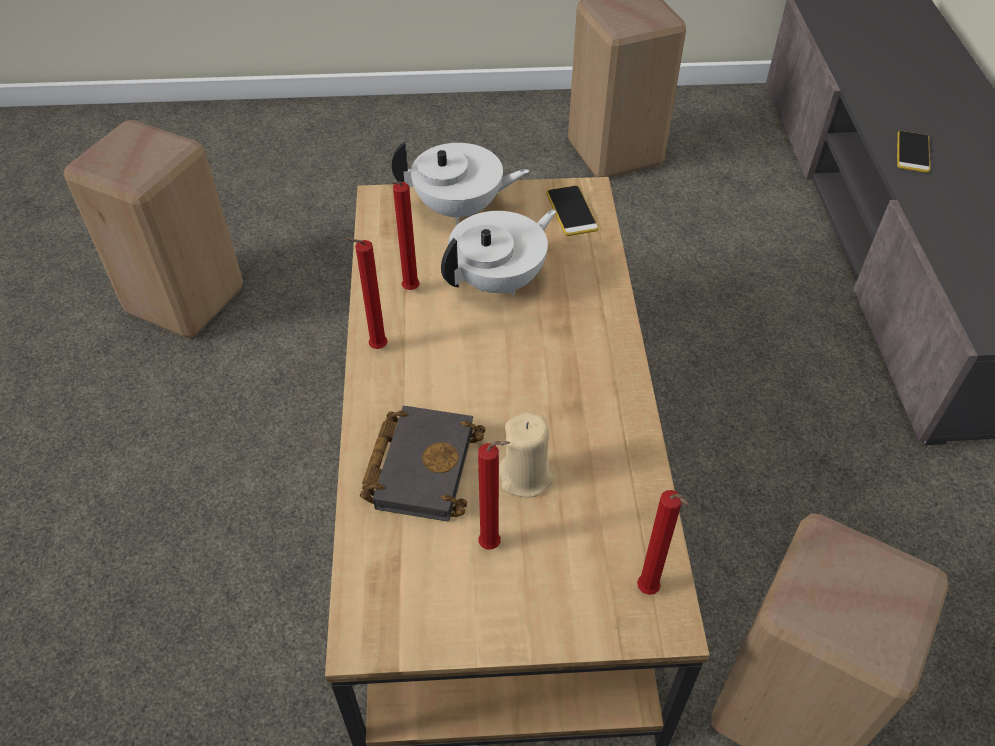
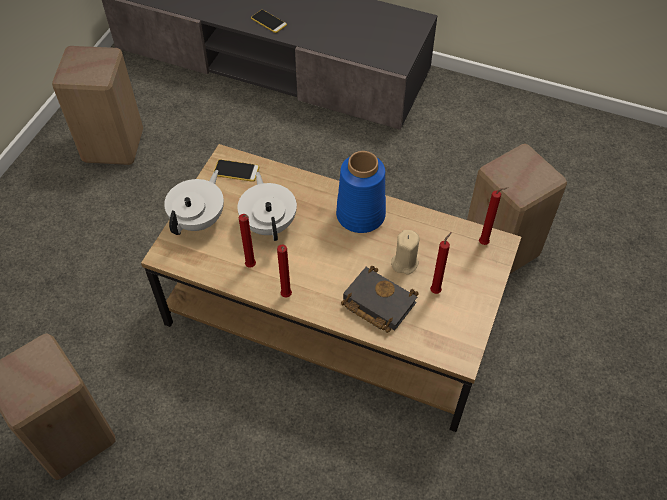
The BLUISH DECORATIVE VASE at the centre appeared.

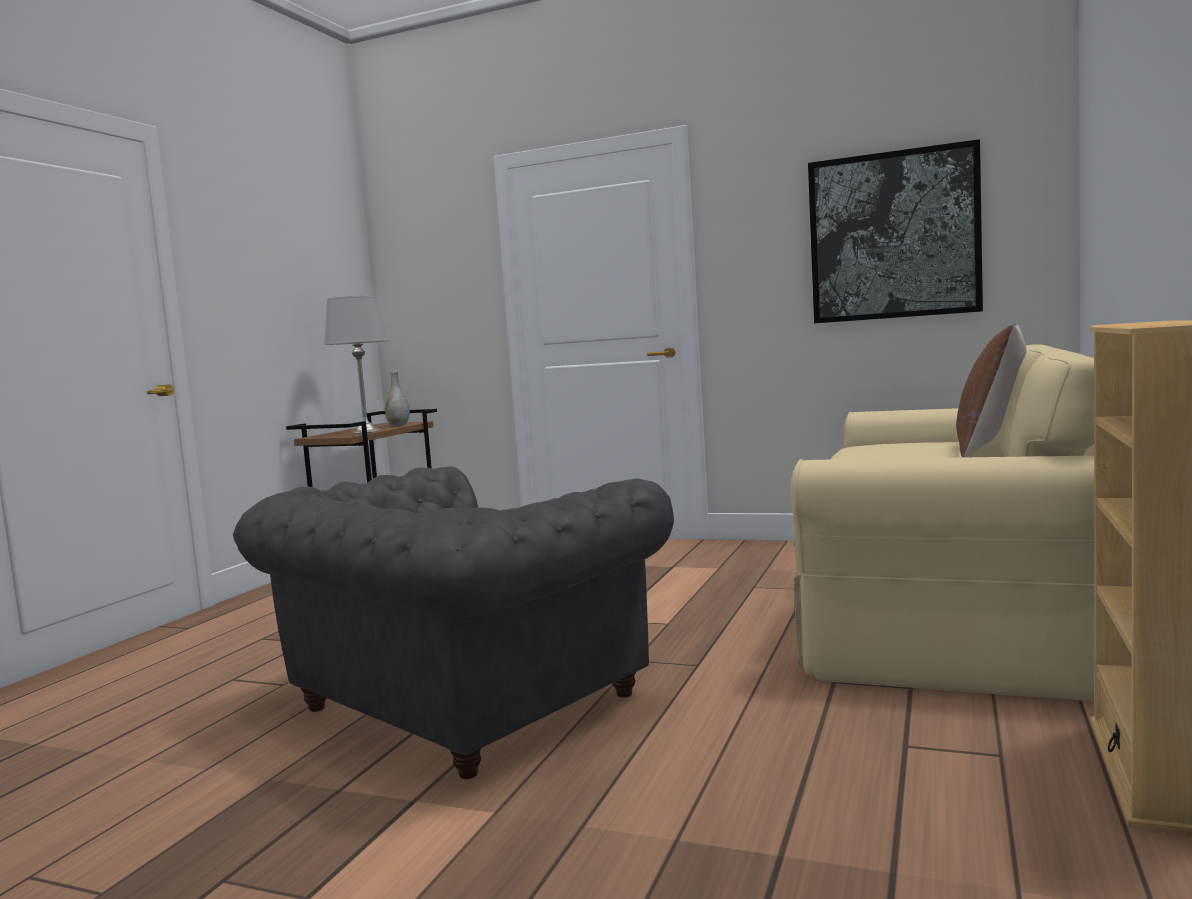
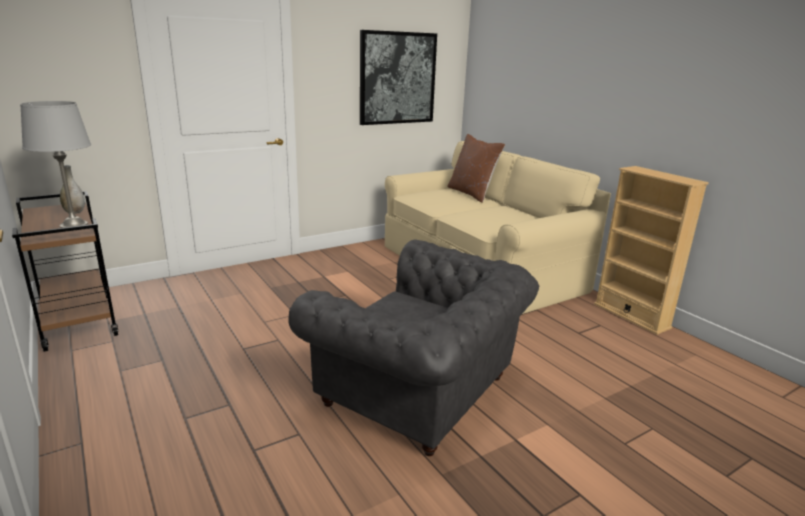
The GREYISH EASY CHAIR at the bottom centre turned 45 degrees counterclockwise.

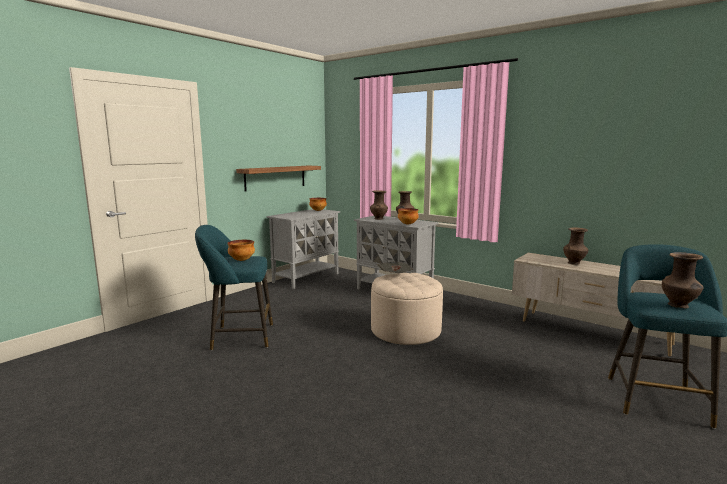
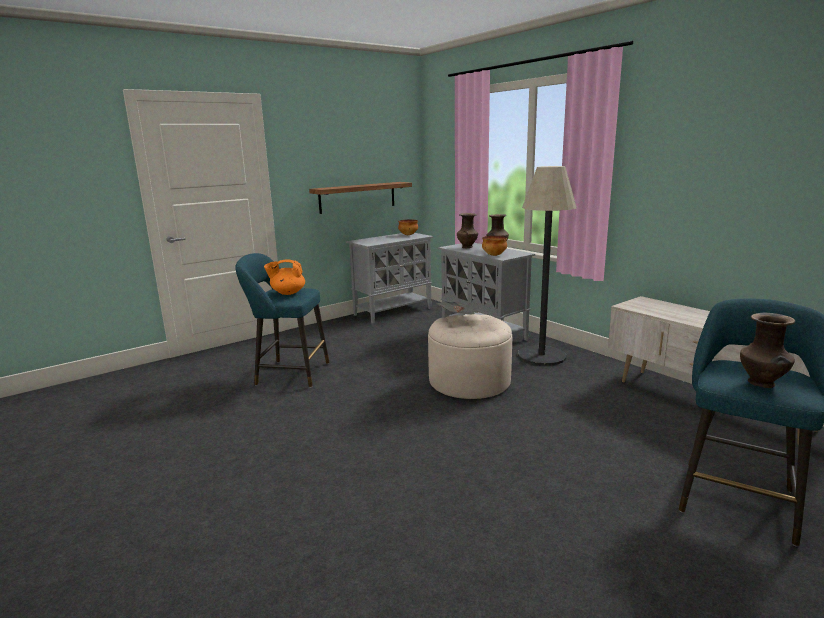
The BROWNISH DECORATIVE VASE (no. 3 from left) at the middle right disappeared.
The DEEP DISH (no. 1 from left) at the middle left was replaced by the ORANGEY POT FOR TEA at the centre.
The FLOOR LAMP at the centre appeared.

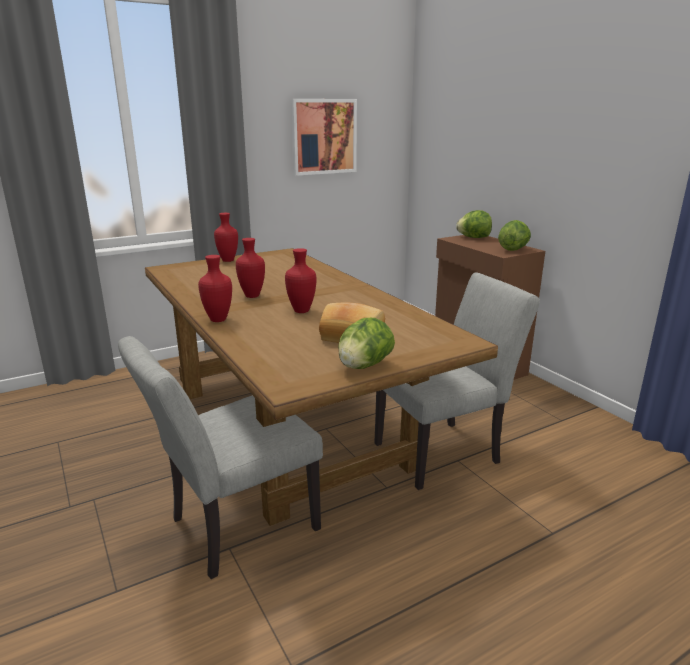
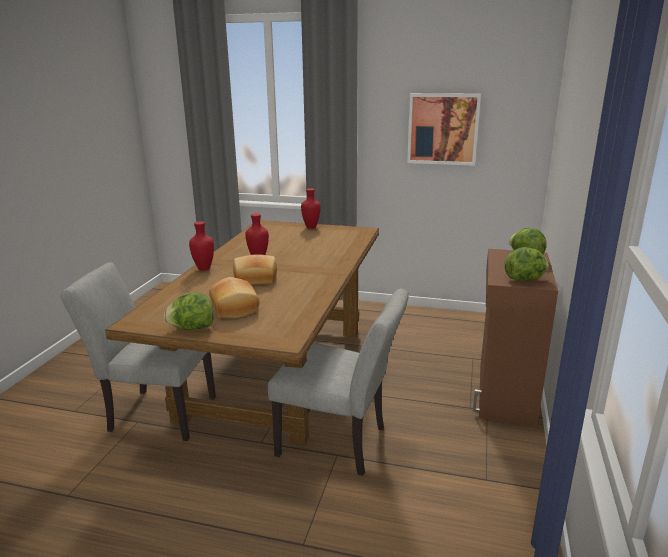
The REDDISH DECORATIVE VASE (no. 4 from left) at the centre was replaced by the BREAD (no. 2 from left) at the centre.

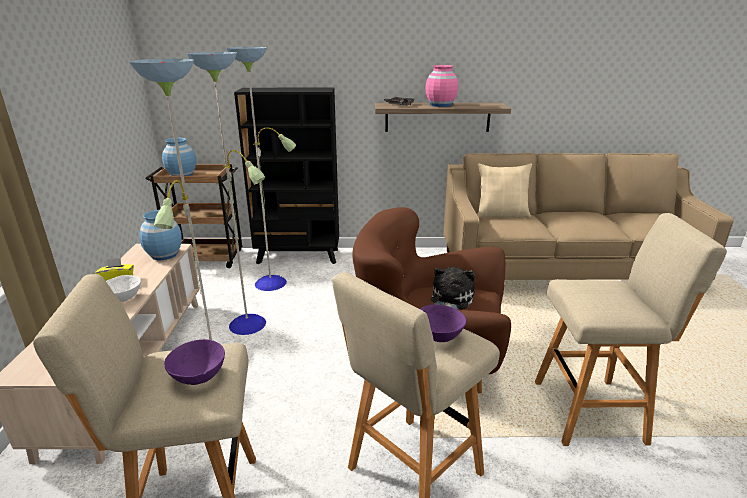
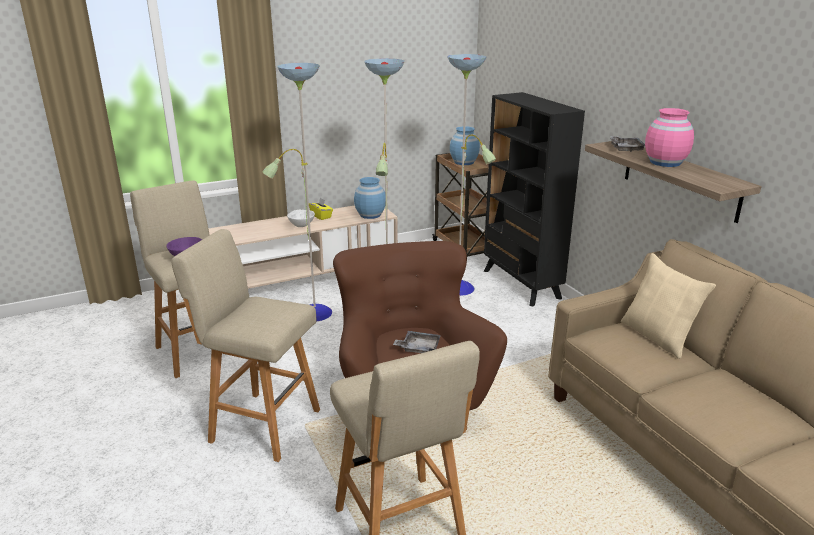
The SOFT TOY at the centre was replaced by the GREYISH CARRYING TRAY (no. 1 from left) at the centre.
The PURPLISH DEEP DISH (no. 2 from left) at the centre disappeared.

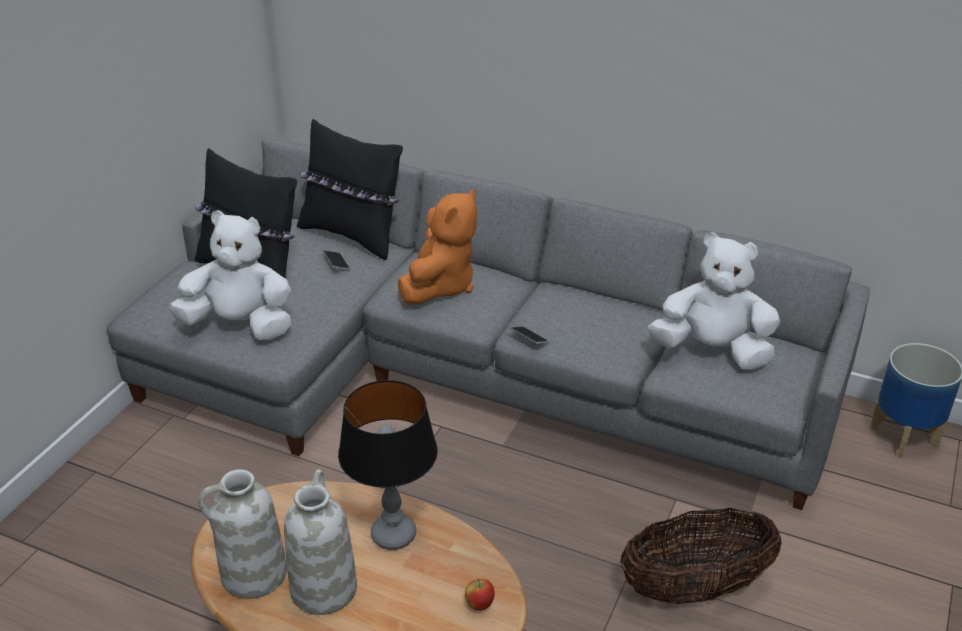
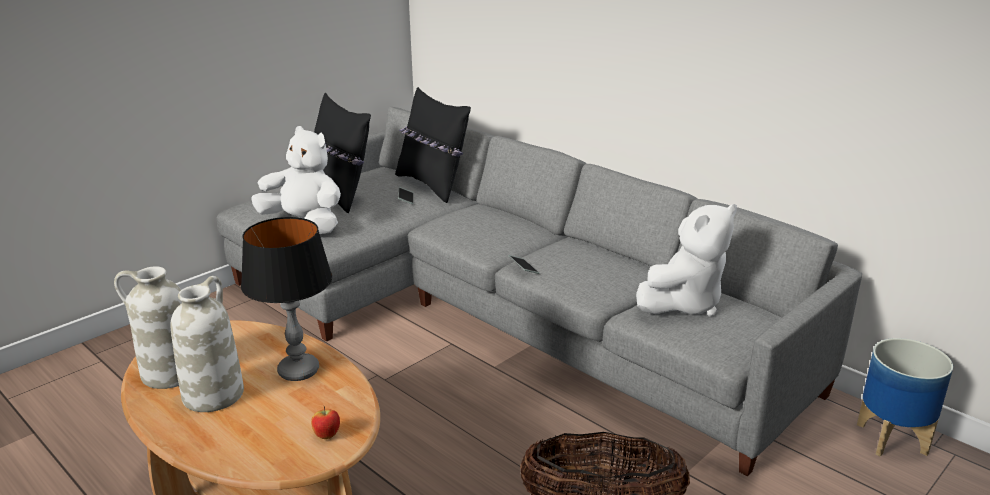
The ORANGEY SOFT TOY at the centre disappeared.
The WHITE SOFT TOY (no. 2 from left) at the middle right turned 105 degrees clockwise.

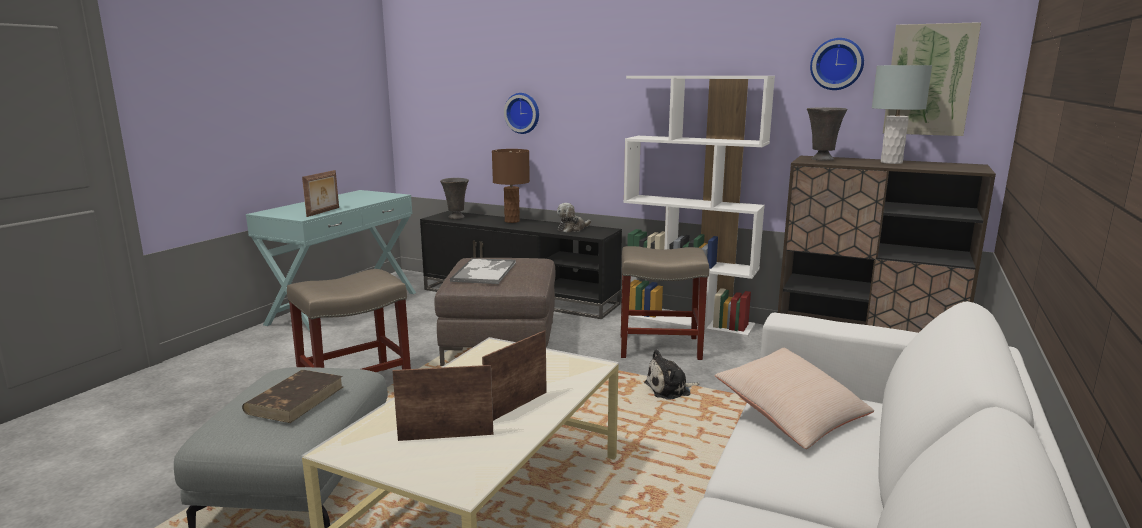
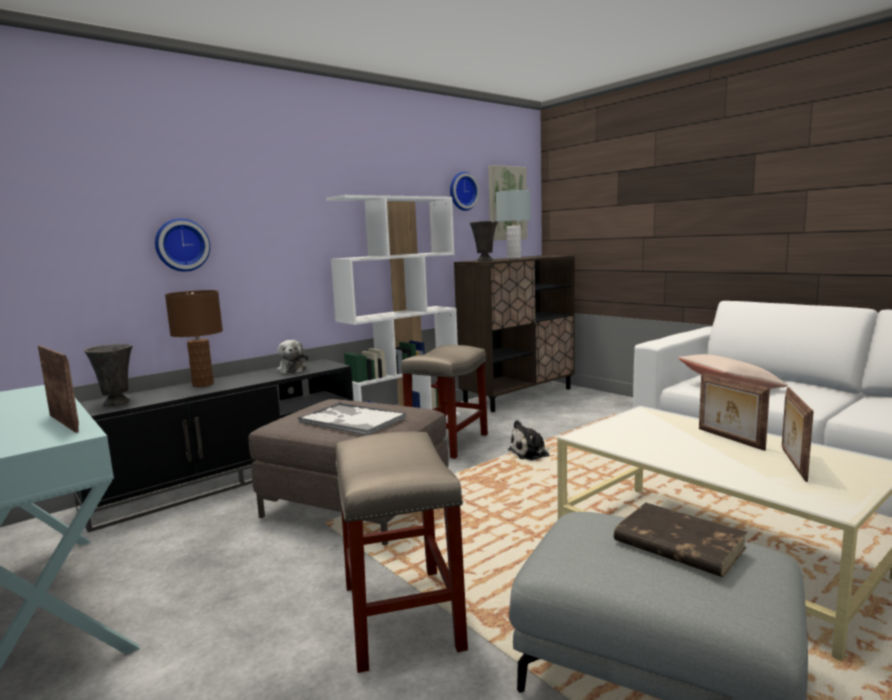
The SOFT TOY (no. 2 from left) at the bottom centre turned 60 degrees clockwise.

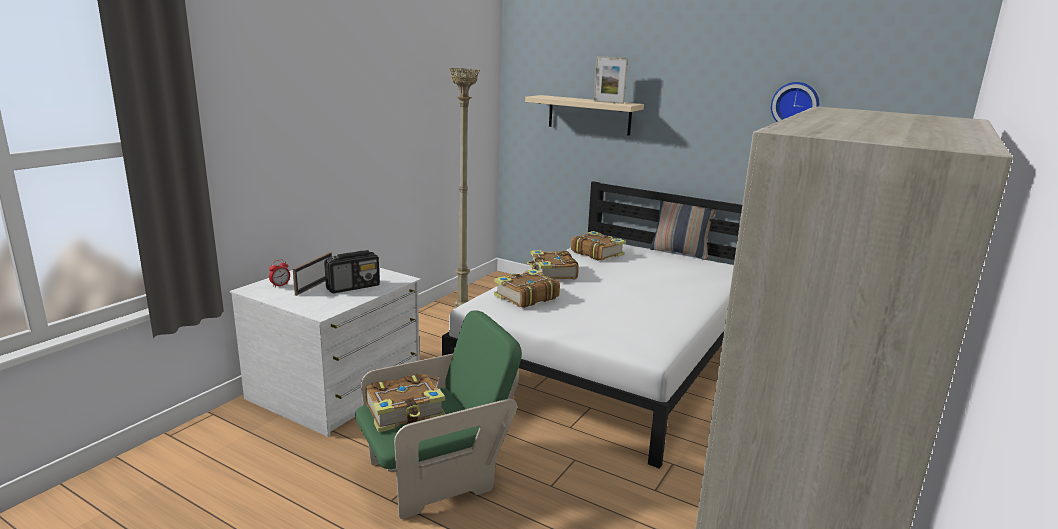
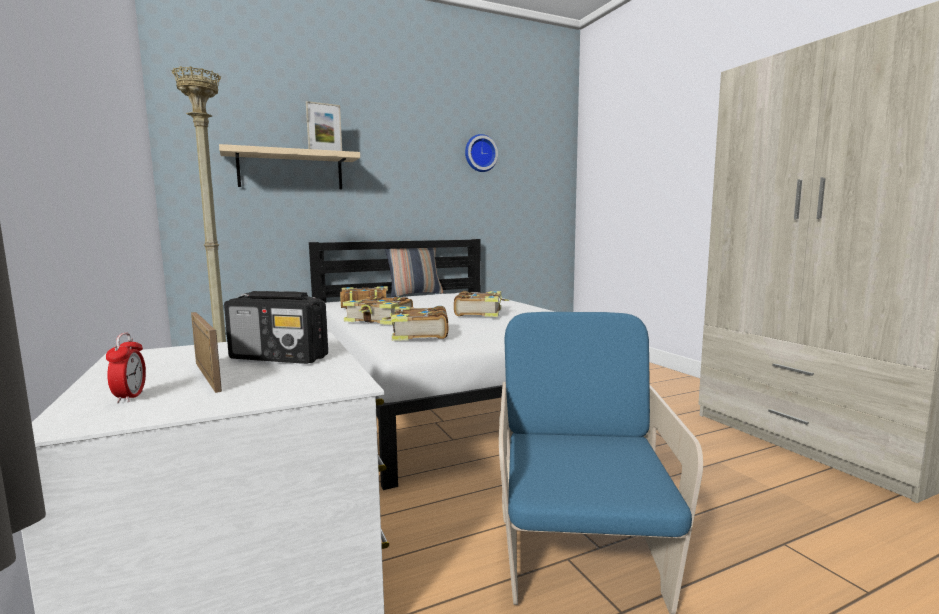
The RADIO SET at the middle left turned 105 degrees clockwise.
The GREEN EASY CHAIR at the bottom centre became the BLUISH EASY CHAIR at the bottom centre.
The BOUND BOOK (no. 1 from left in the first image) moved from the bottom centre to the centre.

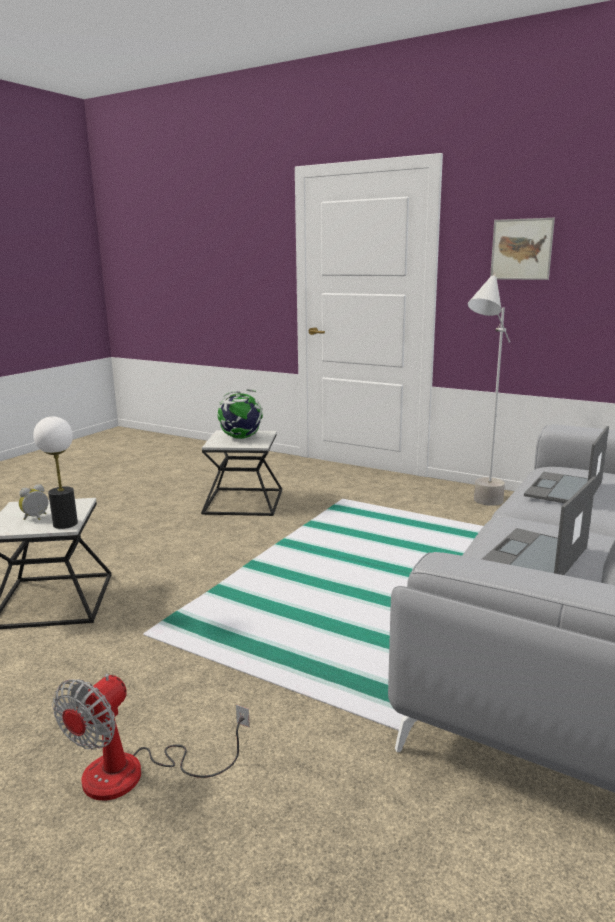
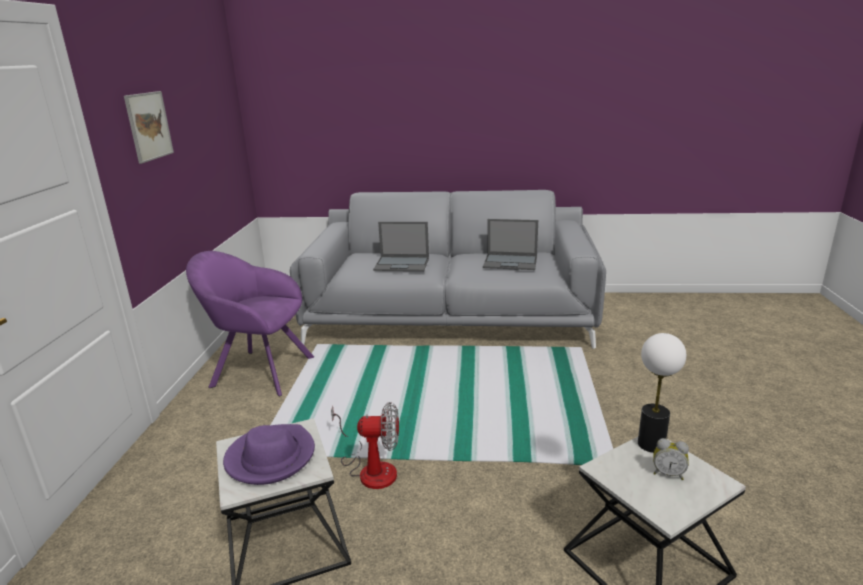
The GREYISH FLOOR LAMP at the middle right was replaced by the PURPLISH EASY CHAIR at the middle left.
The DESK GLOBE at the centre was replaced by the PURPLISH HAT at the bottom left.
The ELECTRIC FAN moved from the bottom left to the bottom centre.

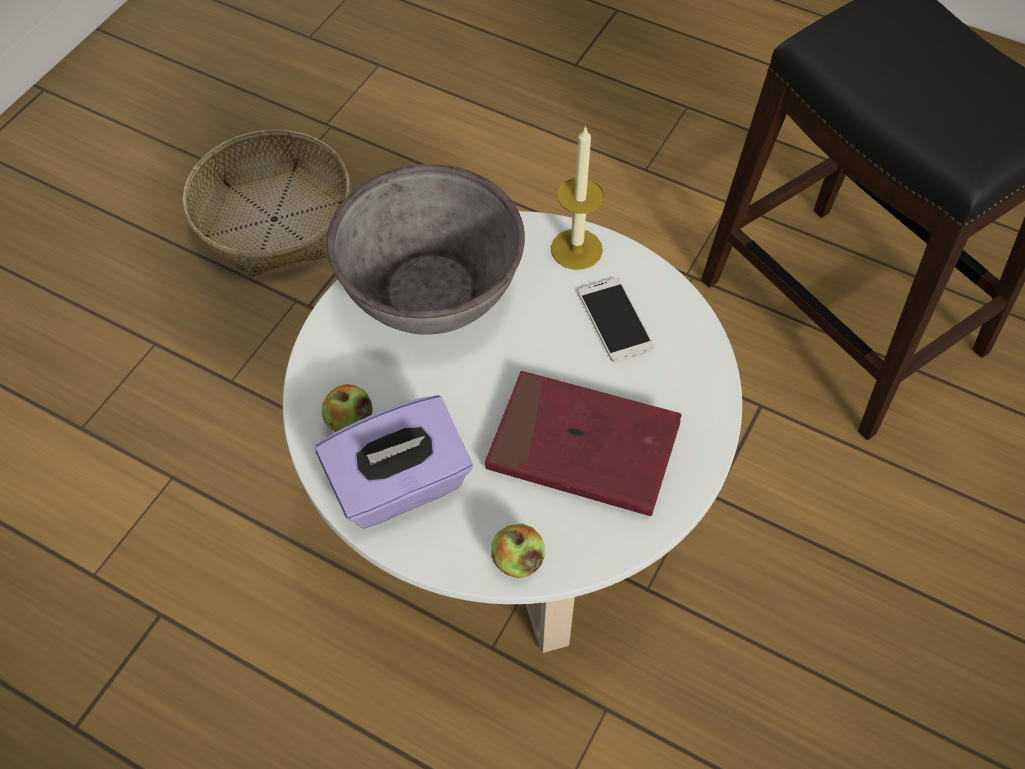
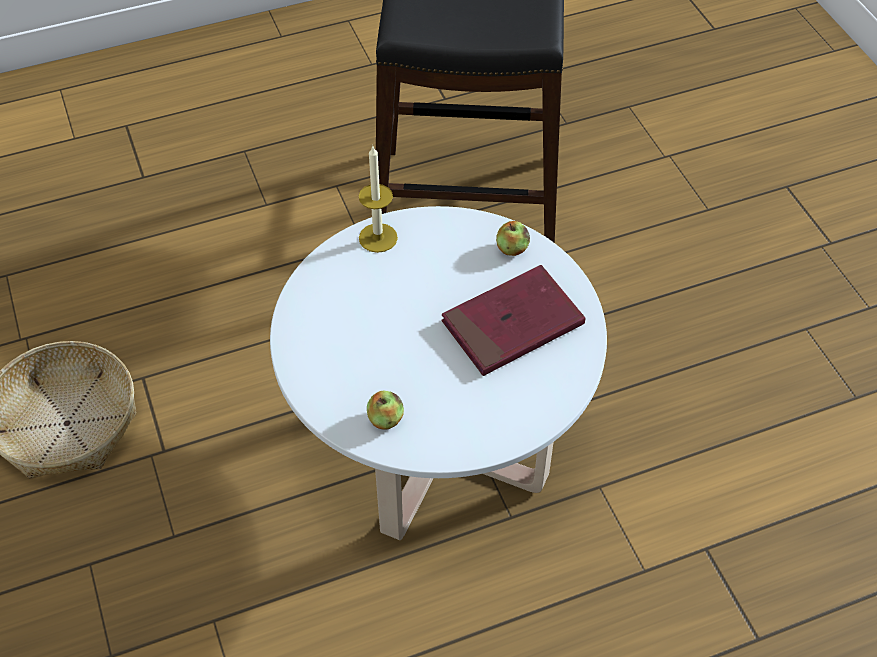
The GREYISH DEEP DISH at the top centre disappeared.
The PHONE at the centre disappeared.
The PURPLISH BOX OF TISSUES at the centre disappeared.
The APPLE (no. 2 from left) moved from the bottom centre to the centre.

